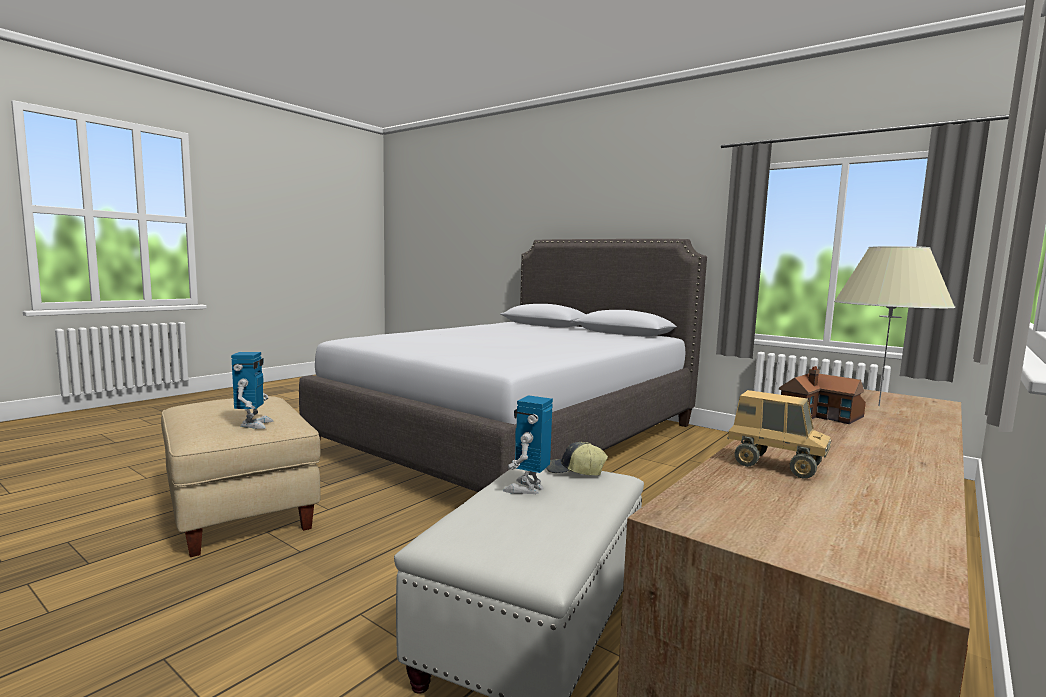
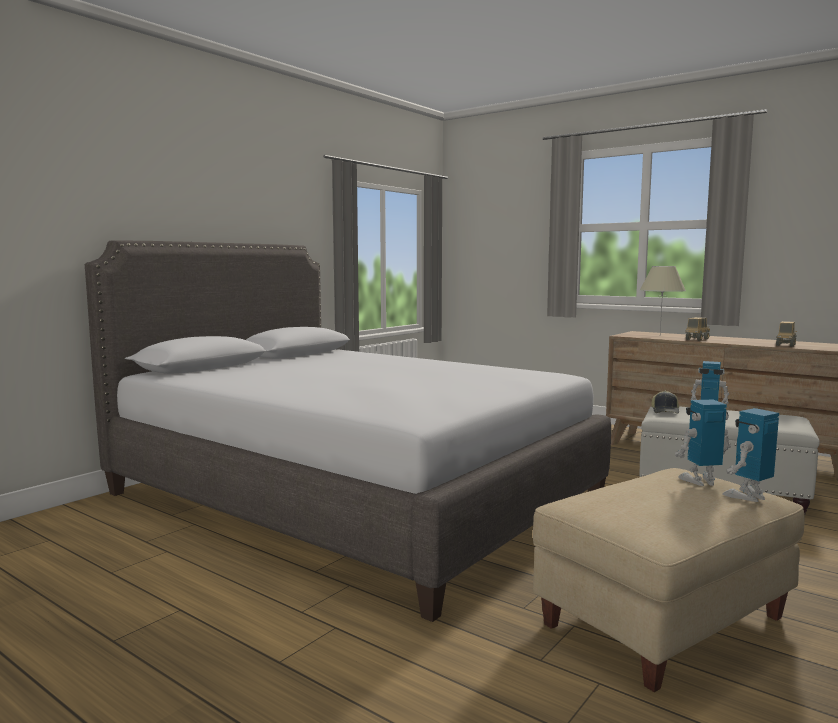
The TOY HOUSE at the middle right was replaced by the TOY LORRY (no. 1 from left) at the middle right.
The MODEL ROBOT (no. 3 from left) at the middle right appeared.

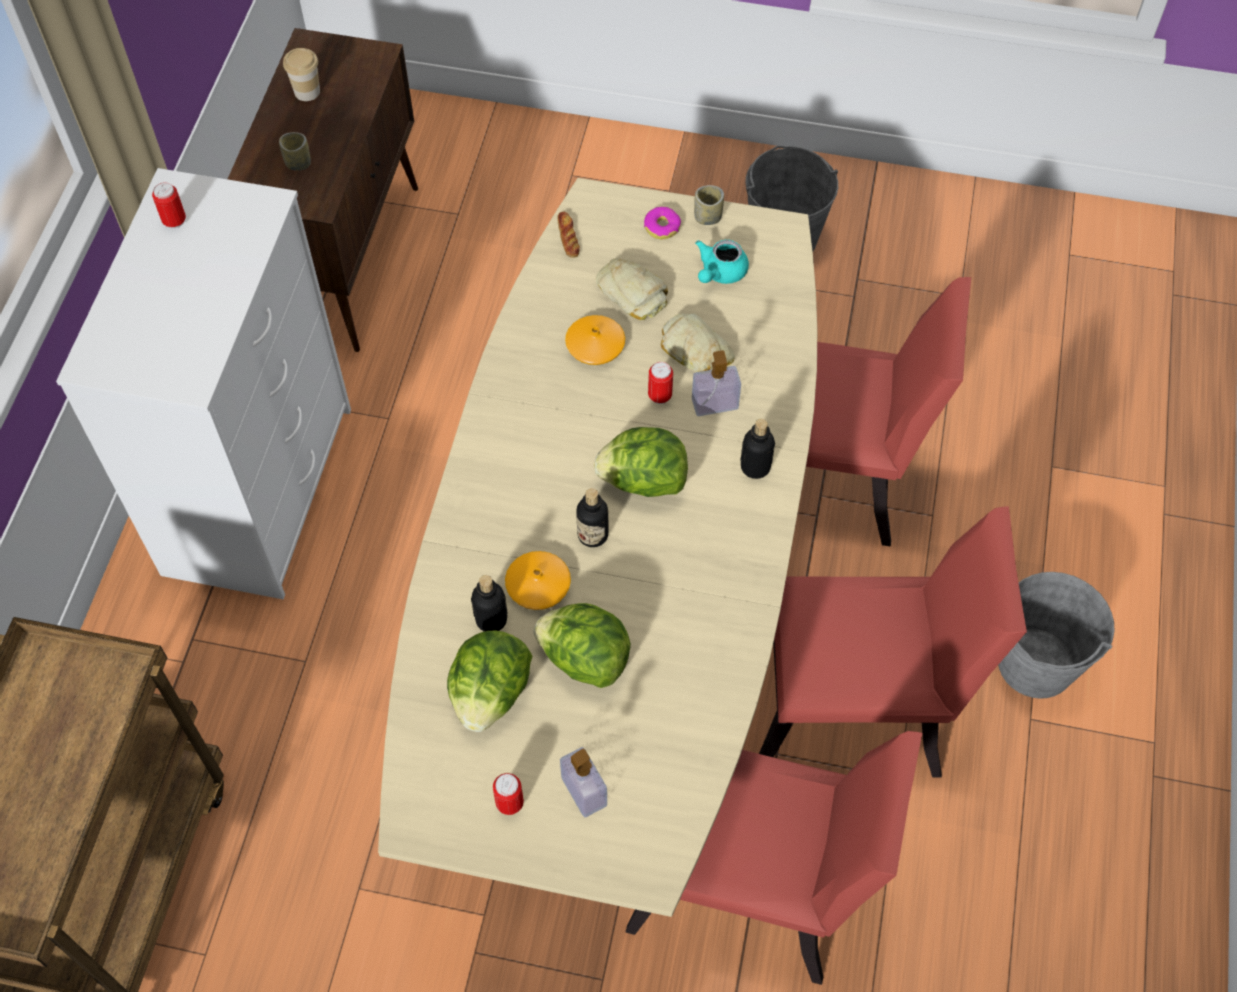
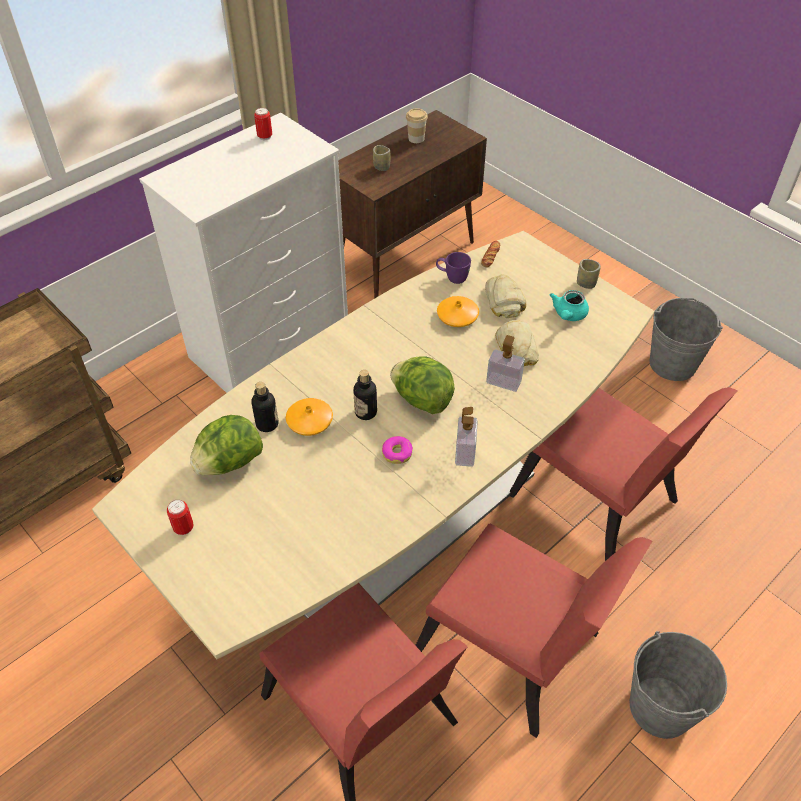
The RING DOUGHNUT moved from the top centre to the centre.
The BLUE-GREEN POT FOR TEA at the top centre turned 45 degrees counterclockwise.
The METAL CAN (no. 3 from left) at the centre disappeared.
The BEVERAGE BOTTLE (no. 3 from left) at the centre disappeared.
The LETTUCE HEAD (no. 2 from left) at the centre disappeared.
The SOAP DISPENSER (no. 1 from left) moved from the bottom centre to the centre.
The PURPLISH COFFEE MUG at the centre appeared.

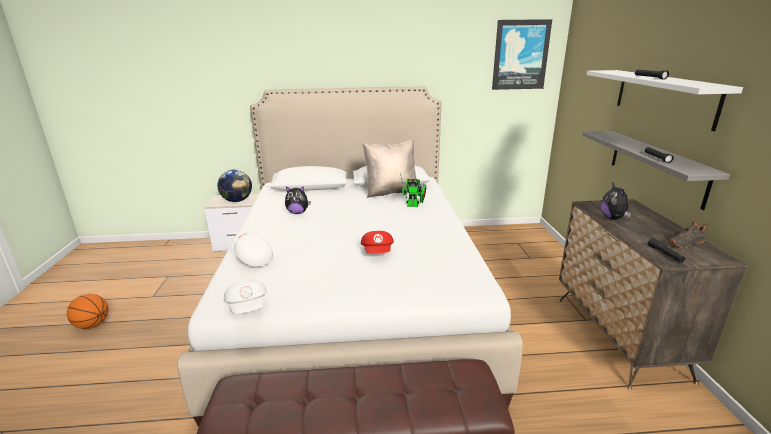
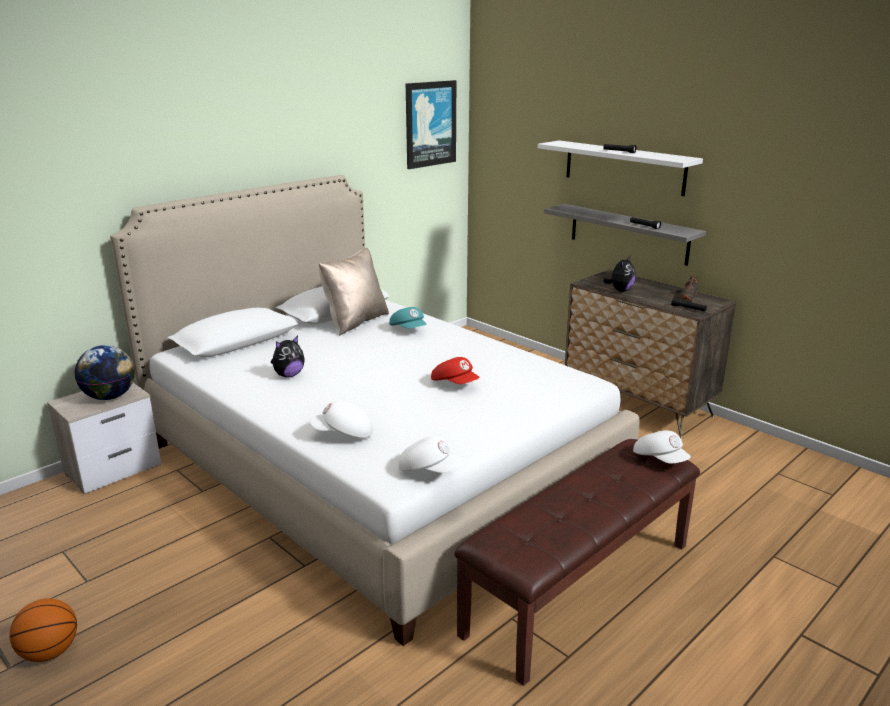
The MODEL ROBOT at the centre was replaced by the BLUE-GREEN PEAKED CAP at the centre.
The SOFT TOY (no. 2 from left) at the middle right turned 105 degrees counterclockwise.
The WHITE PEAKED CAP (no. 3 from left) at the middle right appeared.

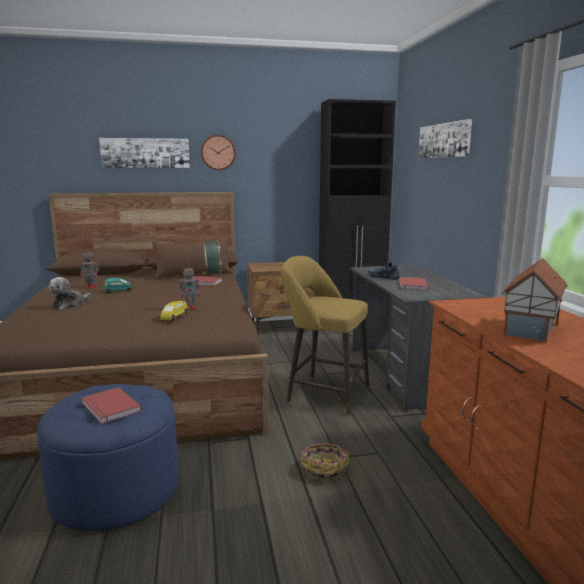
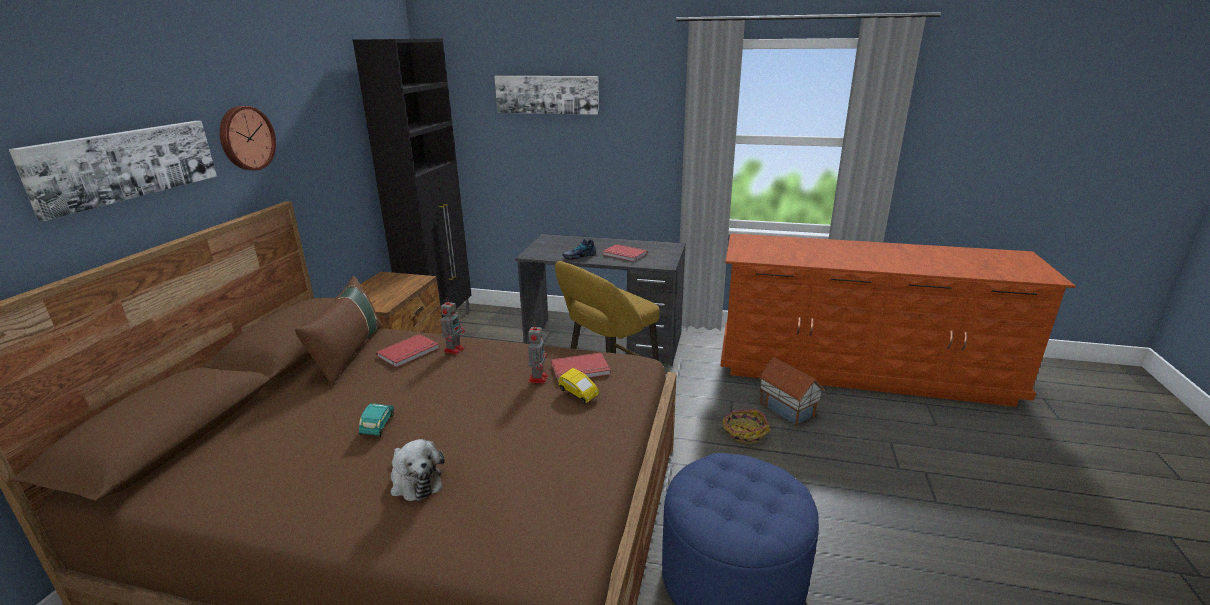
The MODEL ROBOT (no. 1 from left) moved from the middle left to the centre.
The TOY HOUSE moved from the middle right to the centre.
The REDDISH BOUND BOOK (no. 1 from left in the first image) moved from the bottom left to the centre.

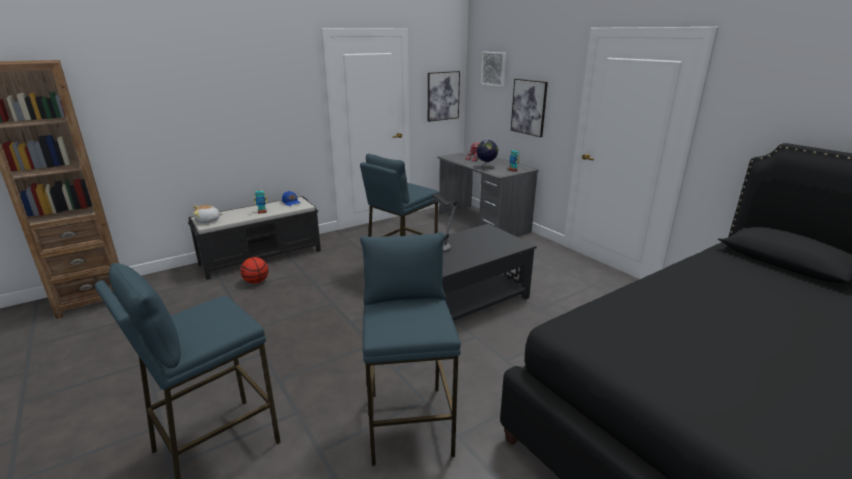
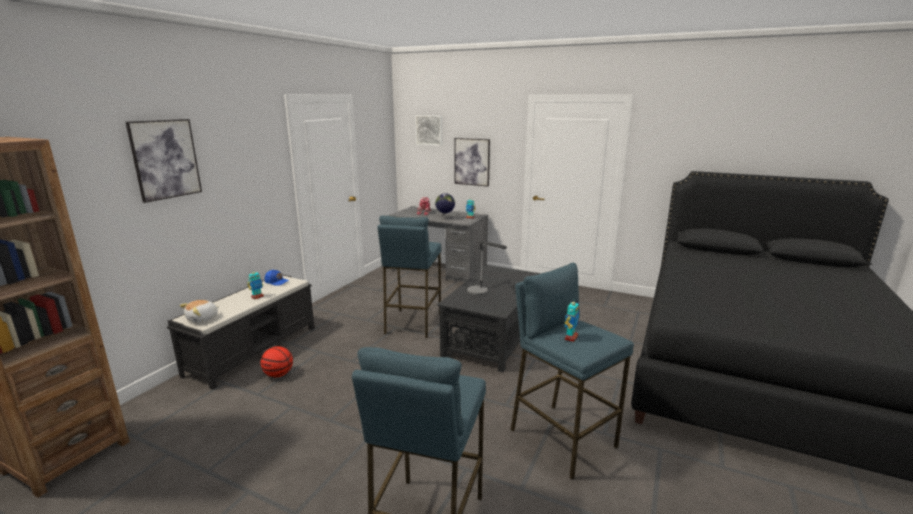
The PICTURE (no. 1 from left) moved from the top centre to the top left.
The MODEL ROBOT (no. 4 from left) at the centre appeared.

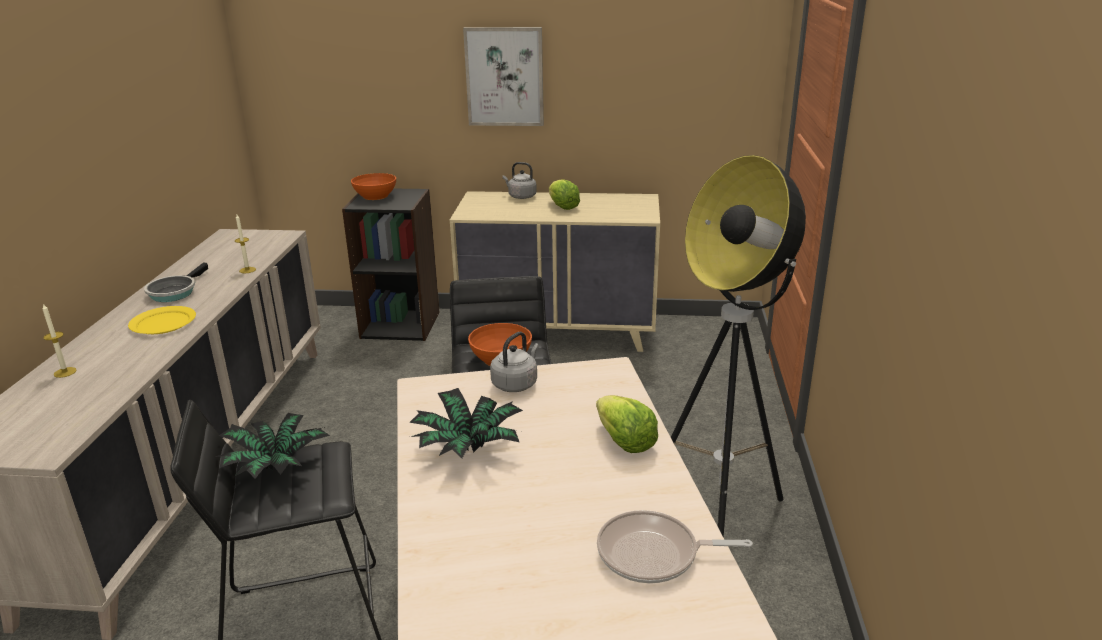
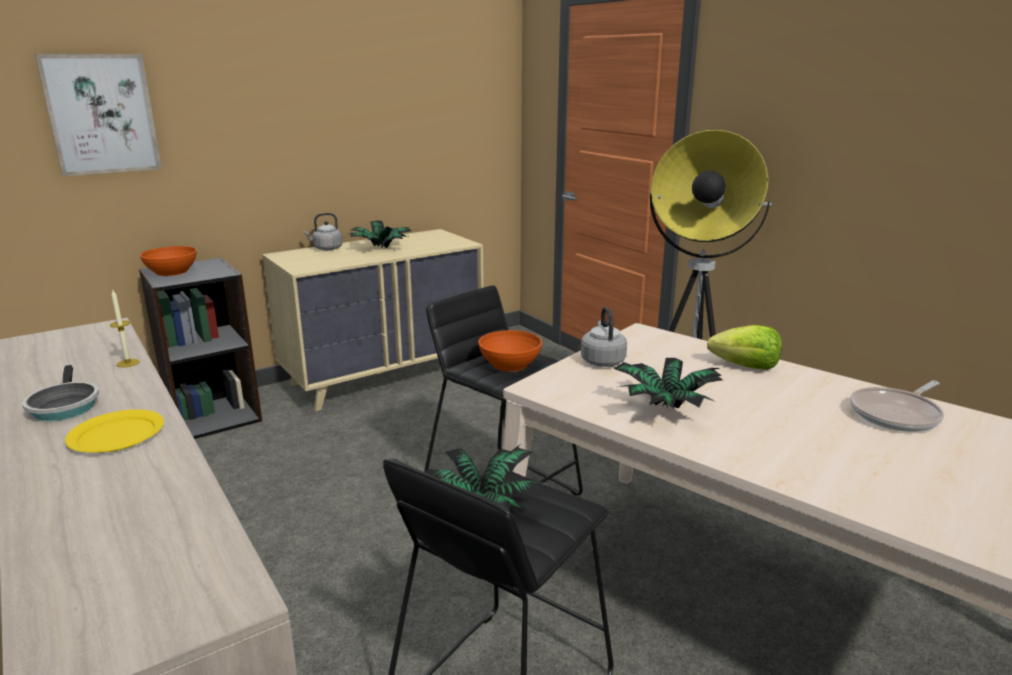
The PICTURE moved from the top centre to the top left.
The LETTUCE HEAD (no. 1 from left) at the top centre was replaced by the POTTED PLANT (no. 1 from left) at the centre.
The CANDLE (no. 1 from left) at the middle left disappeared.

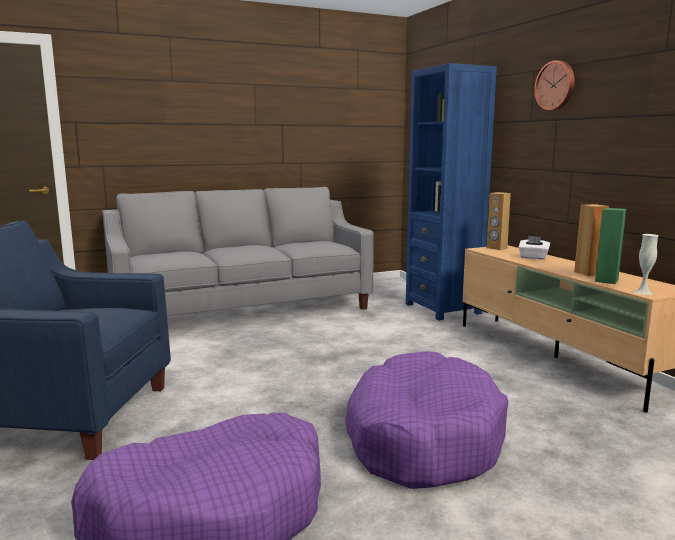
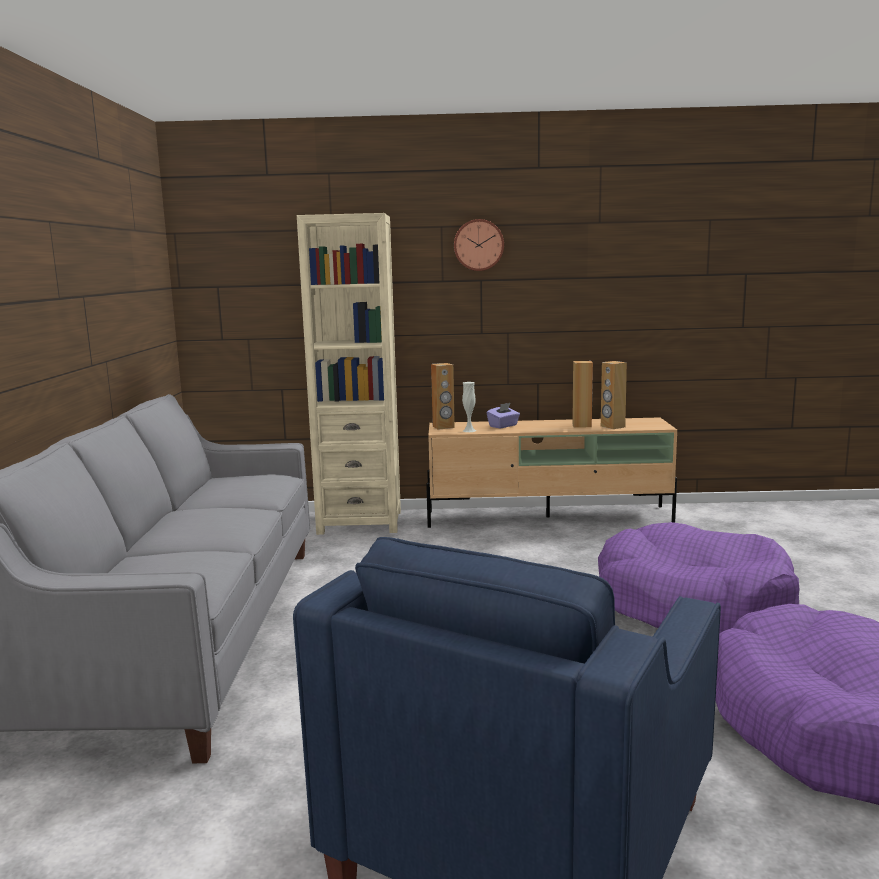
The BLUISH BOOKSHELF at the middle right became the SAND-COLOURED BOOKSHELF at the centre.
The GREEN LOUDSPEAKER at the middle right became the BROWNISH LOUDSPEAKER (no. 3 from left) at the middle right.
The WHITE DECORATIVE VASE moved from the middle right to the centre.
The WHITE BOX OF TISSUES at the middle right became the PURPLISH BOX OF TISSUES at the centre.

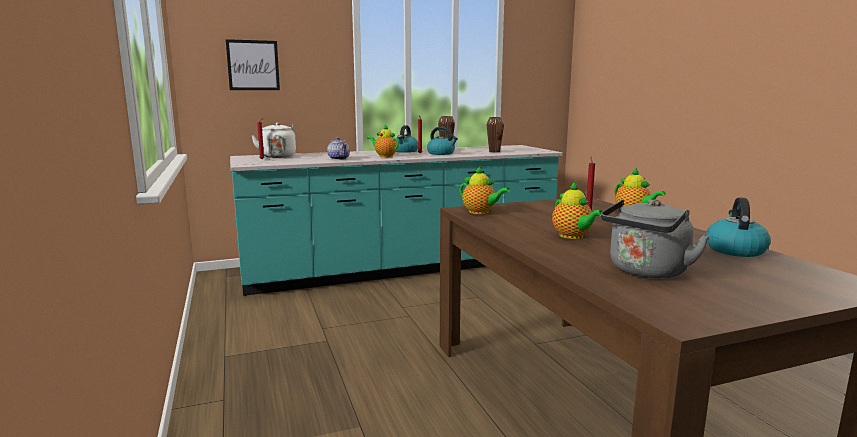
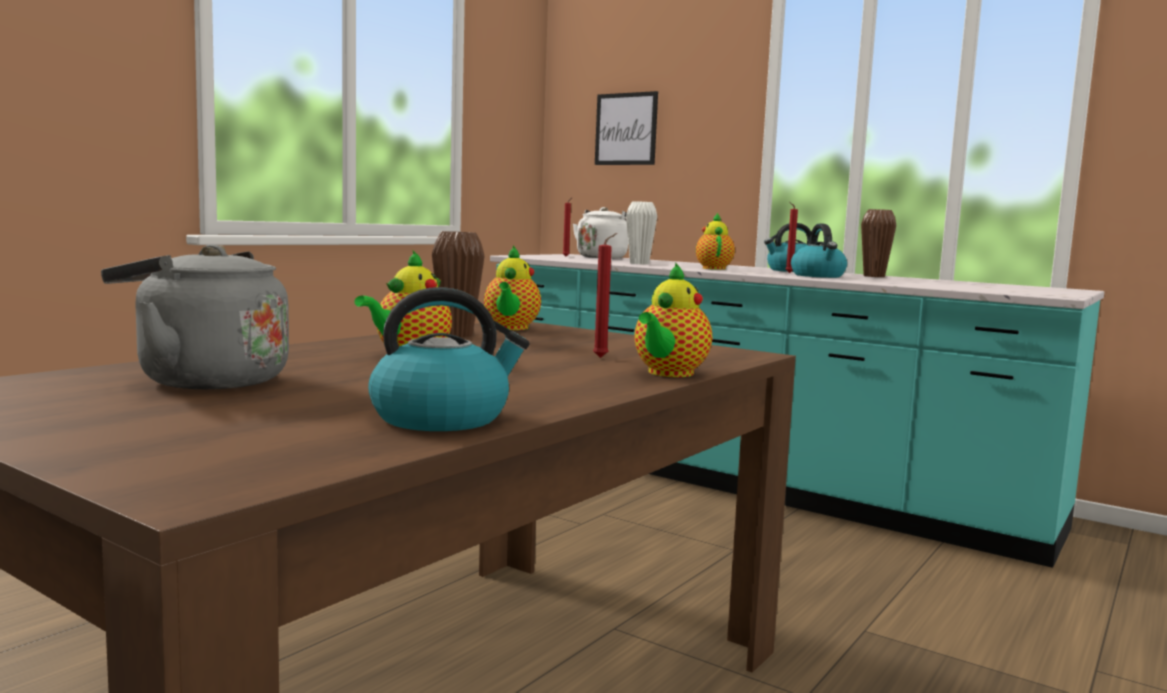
The BROWNISH DECORATIVE VASE (no. 2 from left in the first image) moved from the top centre to the centre.
The POT FOR TEA (no. 1 from left) at the centre was replaced by the WHITE DECORATIVE VASE at the centre.

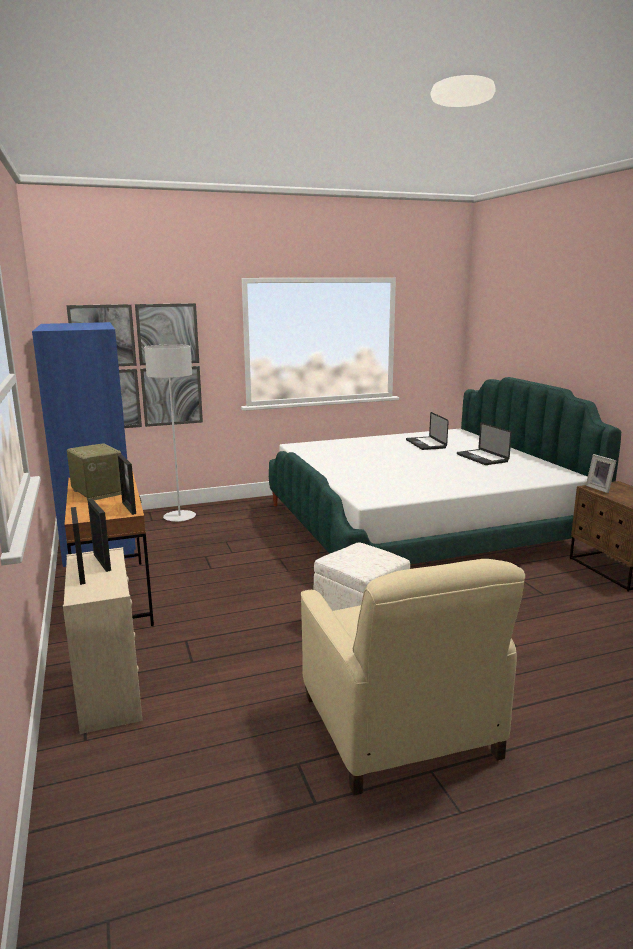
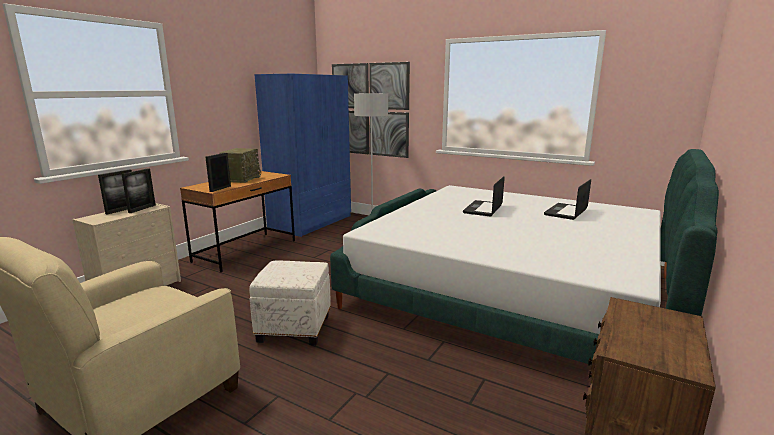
The PORTABLE COMPUTER (no. 2 from left in the first image) moved from the middle right to the centre.
The PHOTO FRAME (no. 4 from left) at the middle right disappeared.

